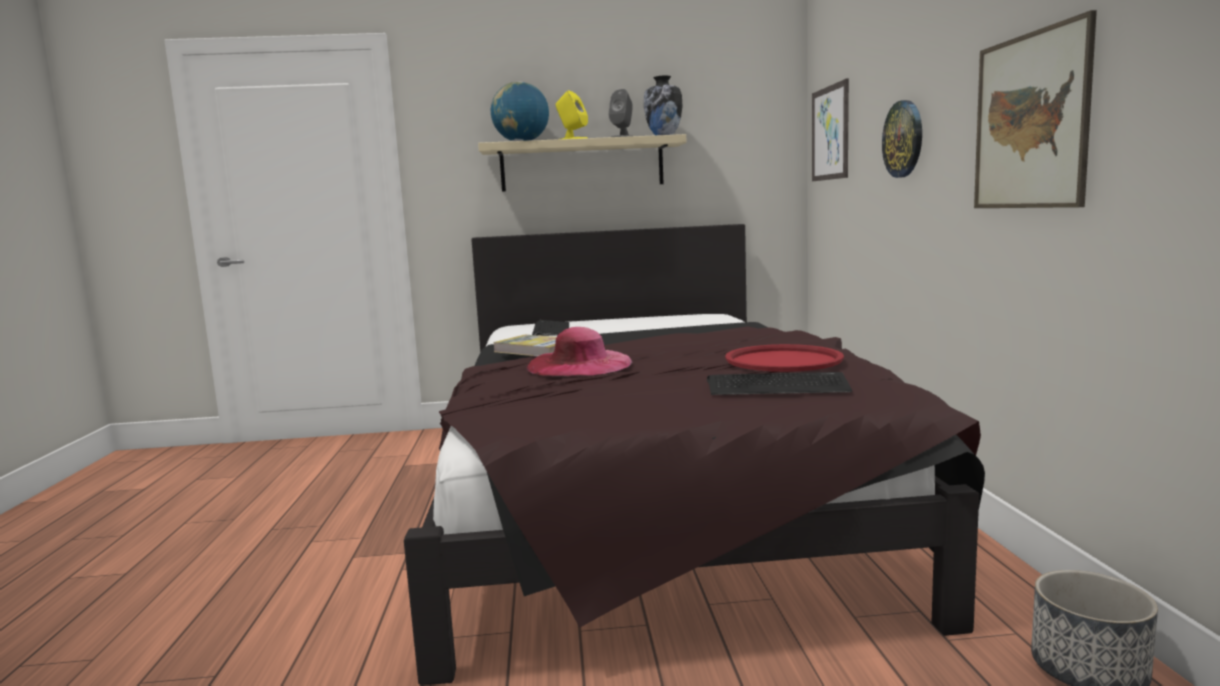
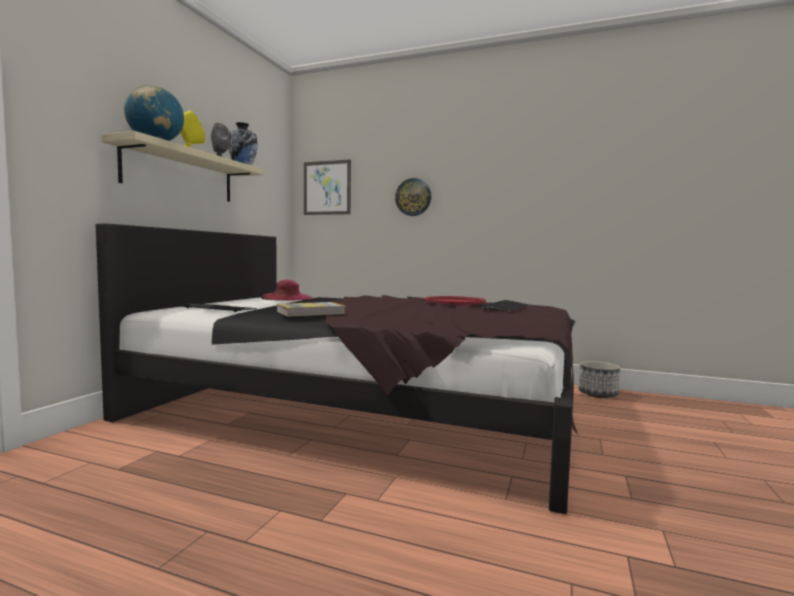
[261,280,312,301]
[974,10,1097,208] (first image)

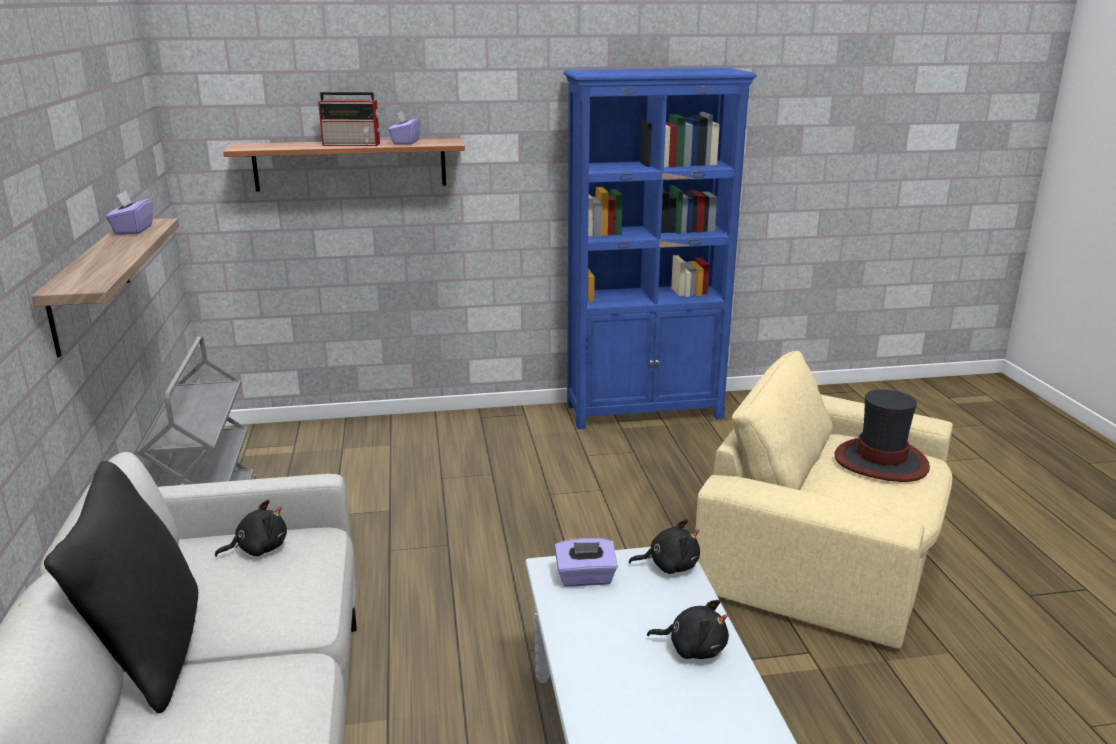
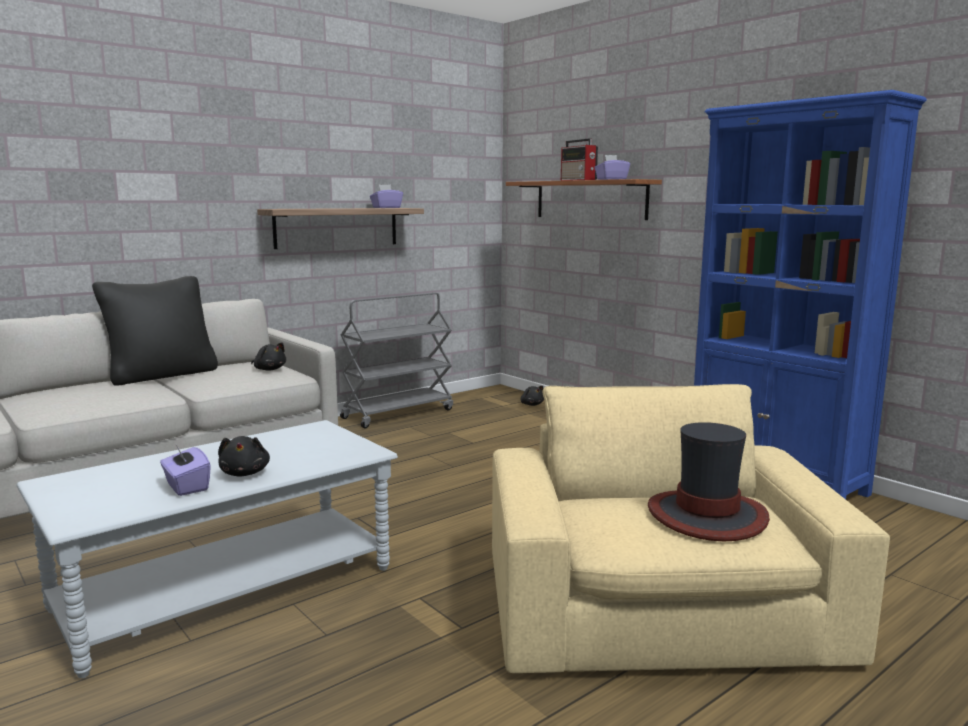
[160,445,211,496]
[521,386,544,406]

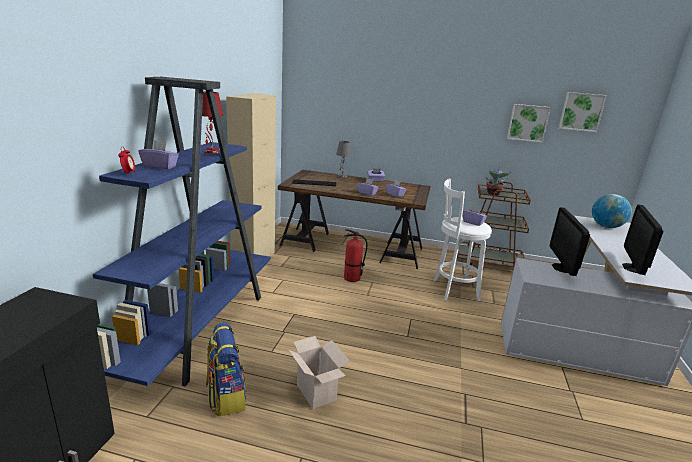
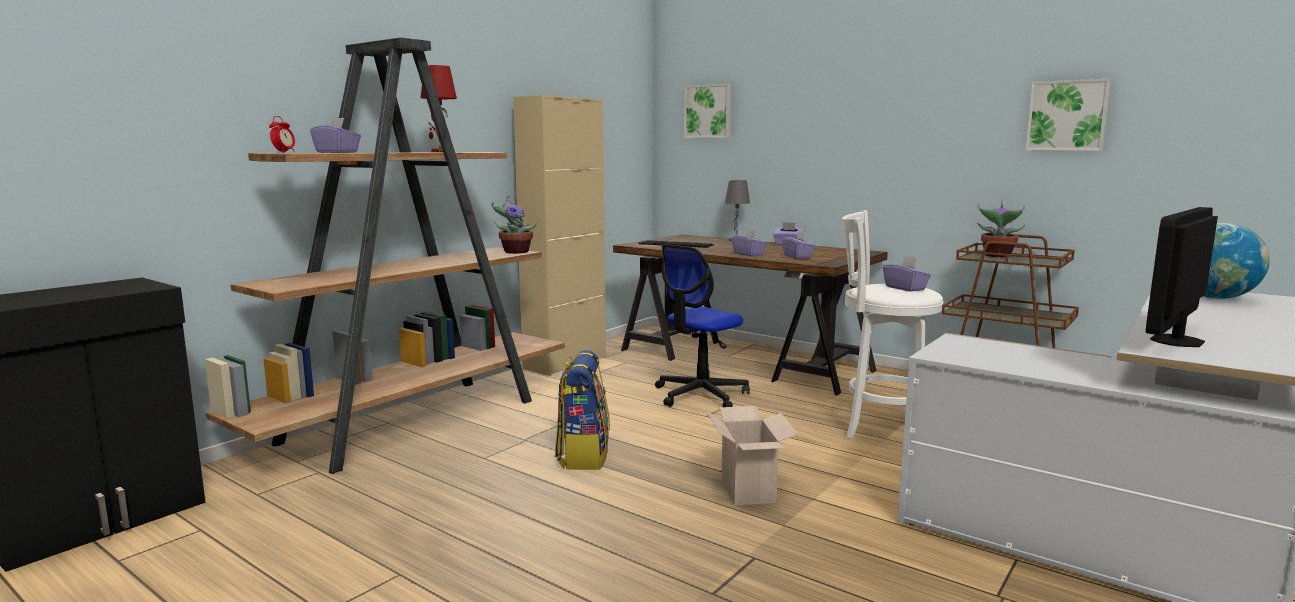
[205,37,565,474]
[555,350,610,470]
[707,406,798,505]
[655,244,750,407]
[550,207,590,276] (first image)
[684,84,731,138]
[492,196,538,254]

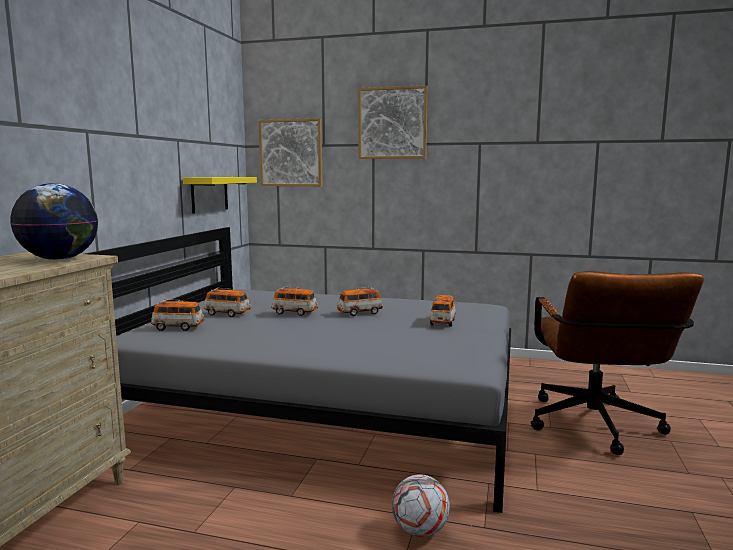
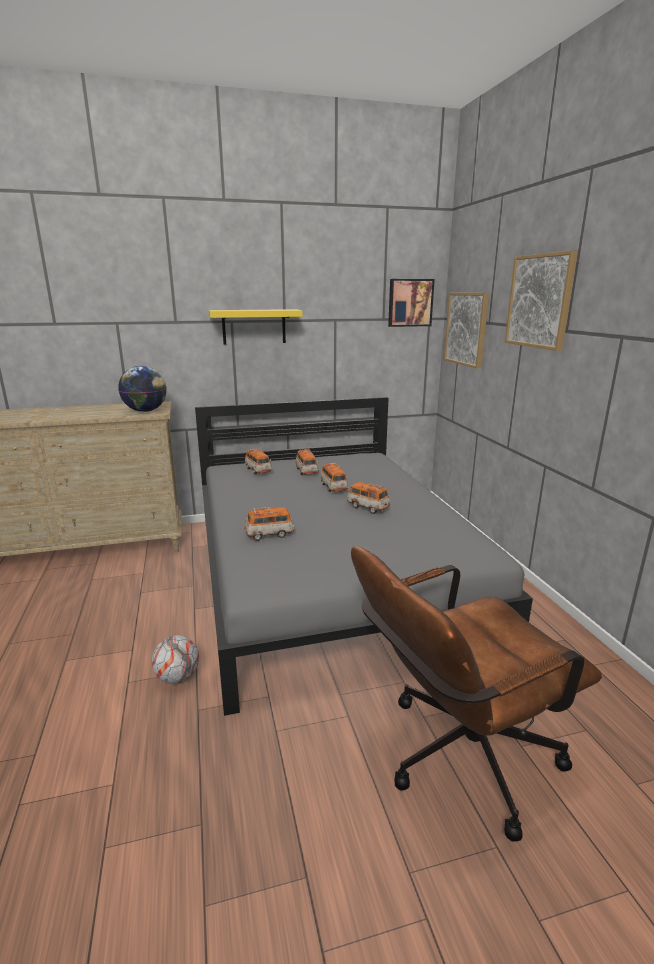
[208,309,303,345]
[244,507,295,541]
[388,279,435,327]

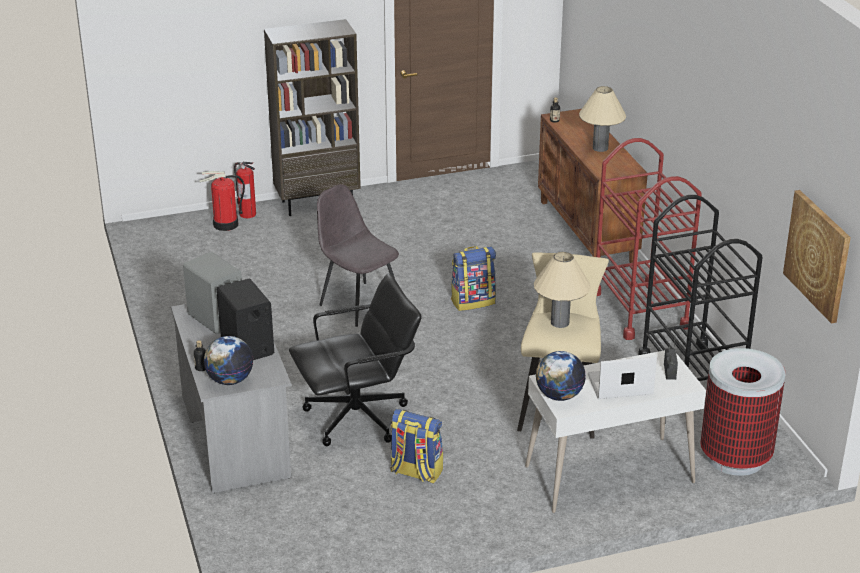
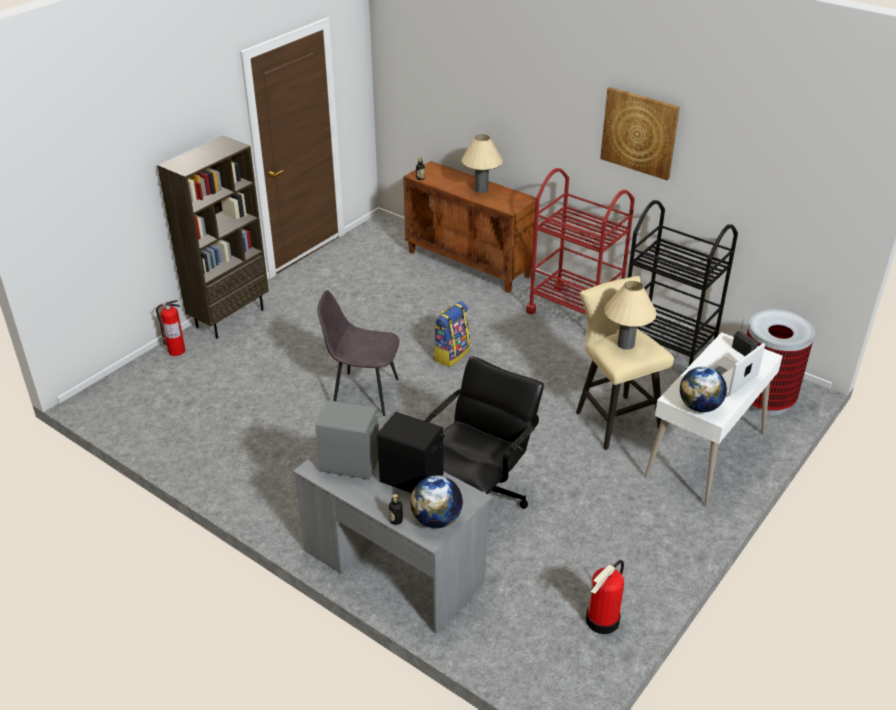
[586,560,624,634]
[390,409,443,483] (first image)
[600,87,680,180]

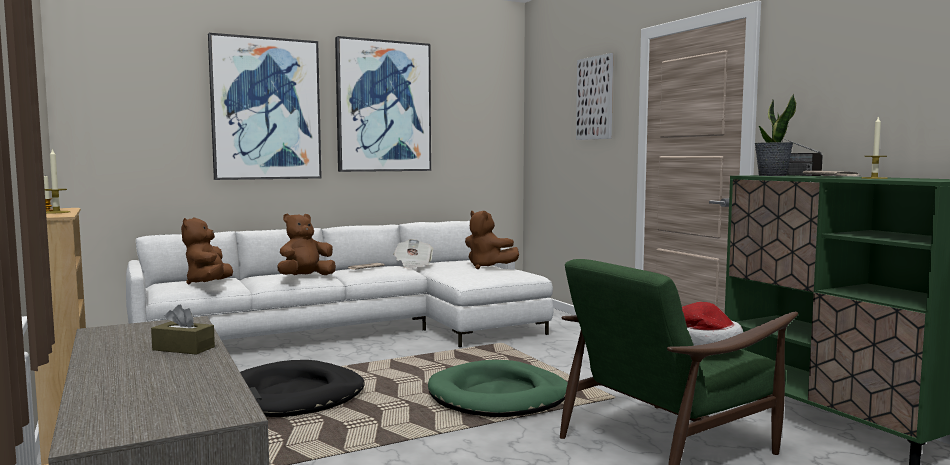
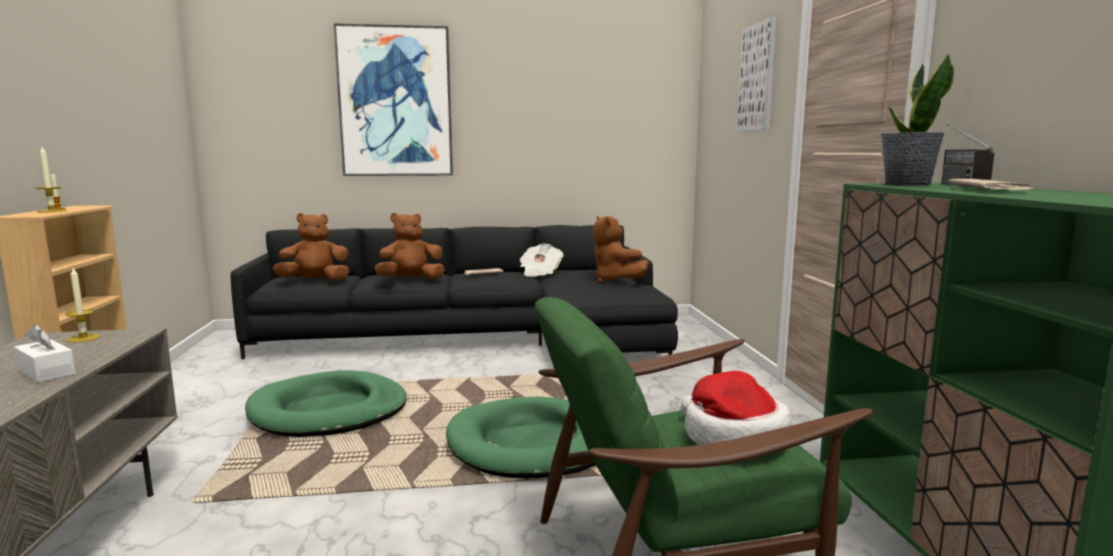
[230,225,678,359]
[14,324,76,383]
[273,213,350,281]
[245,370,407,437]
[335,36,431,172] (first image)
[65,268,100,342]

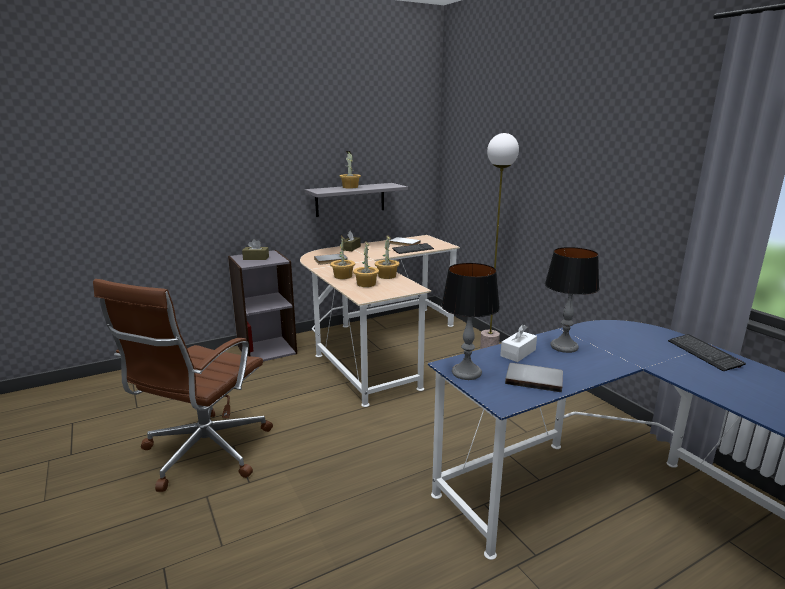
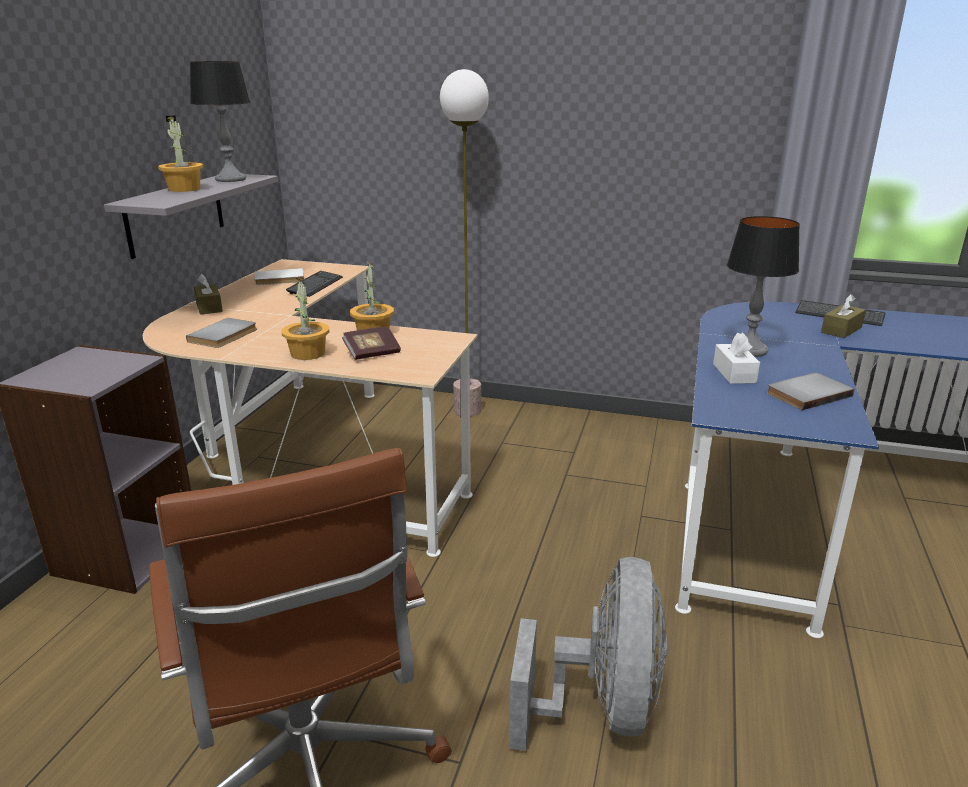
[821,294,866,338]
[342,326,401,360]
[190,61,250,182]
[509,557,667,751]

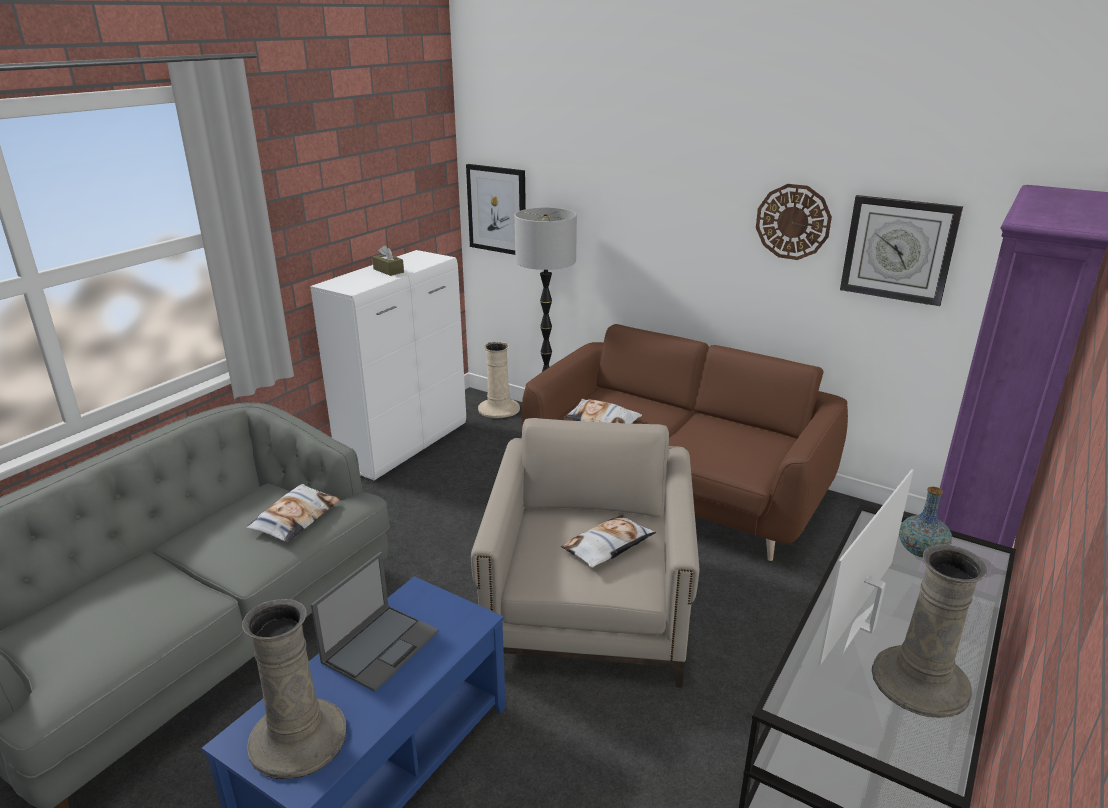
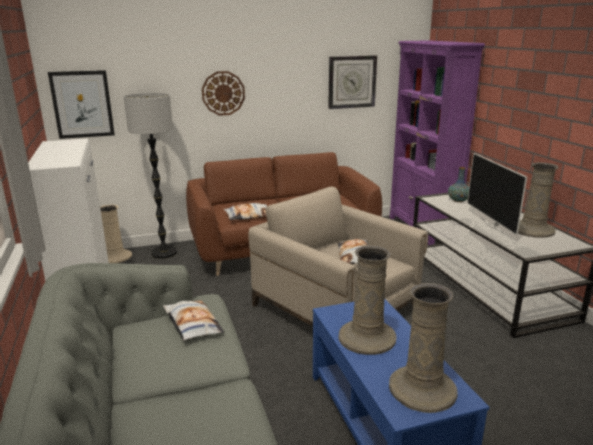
[338,245,396,355]
[372,245,404,276] (first image)
[202,71,245,116]

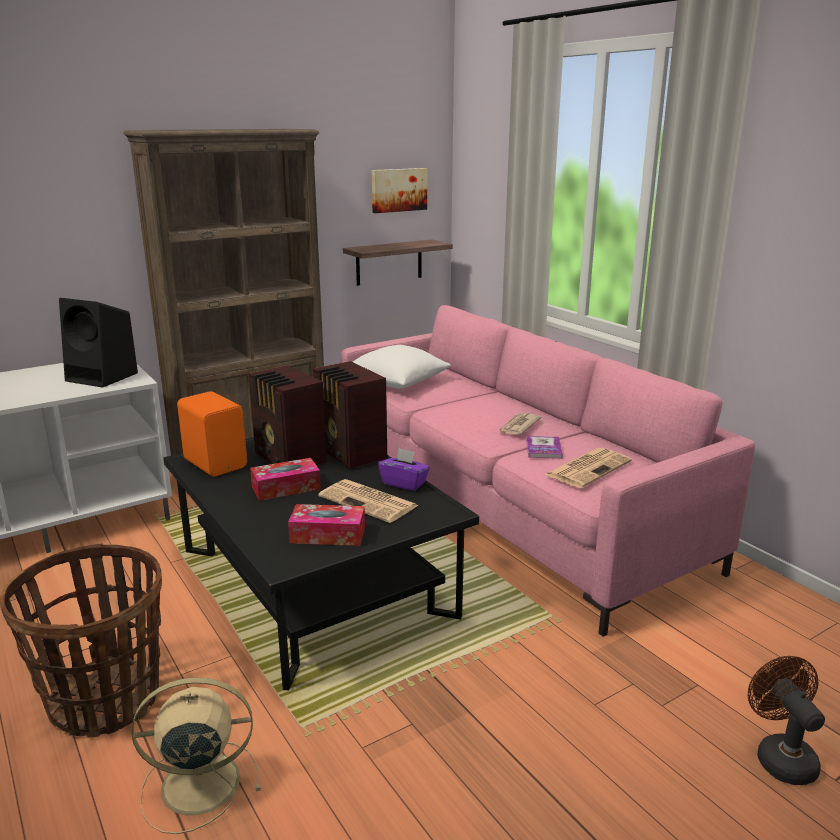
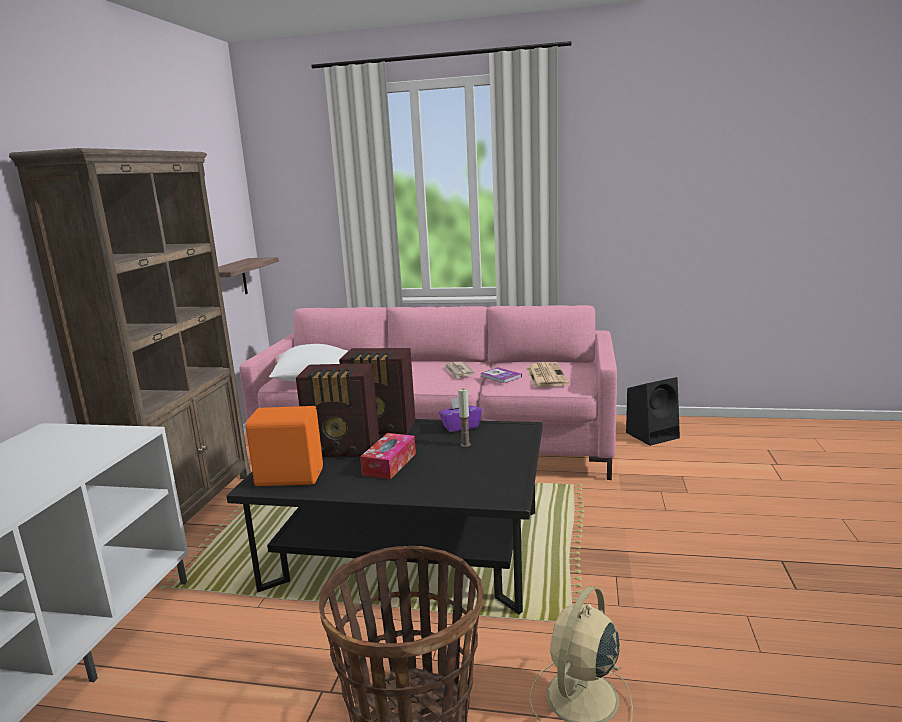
[626,377,680,446]
[288,504,365,546] (first image)
[458,388,471,447]
[372,168,427,213] (first image)
[748,656,825,785] (first image)

